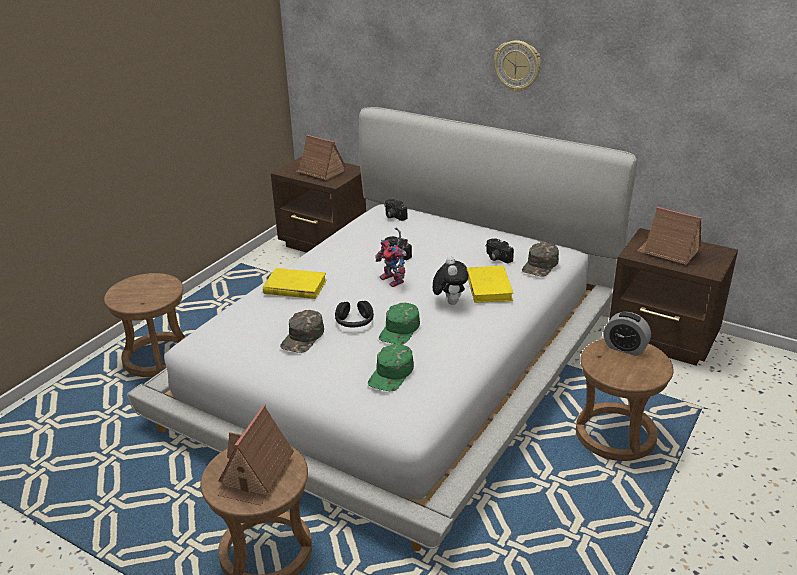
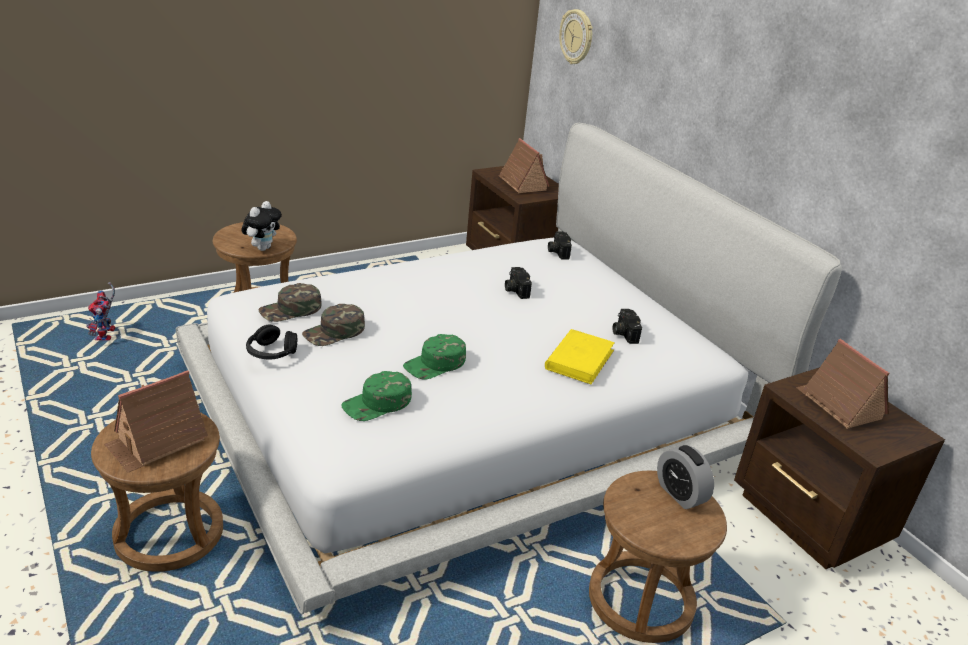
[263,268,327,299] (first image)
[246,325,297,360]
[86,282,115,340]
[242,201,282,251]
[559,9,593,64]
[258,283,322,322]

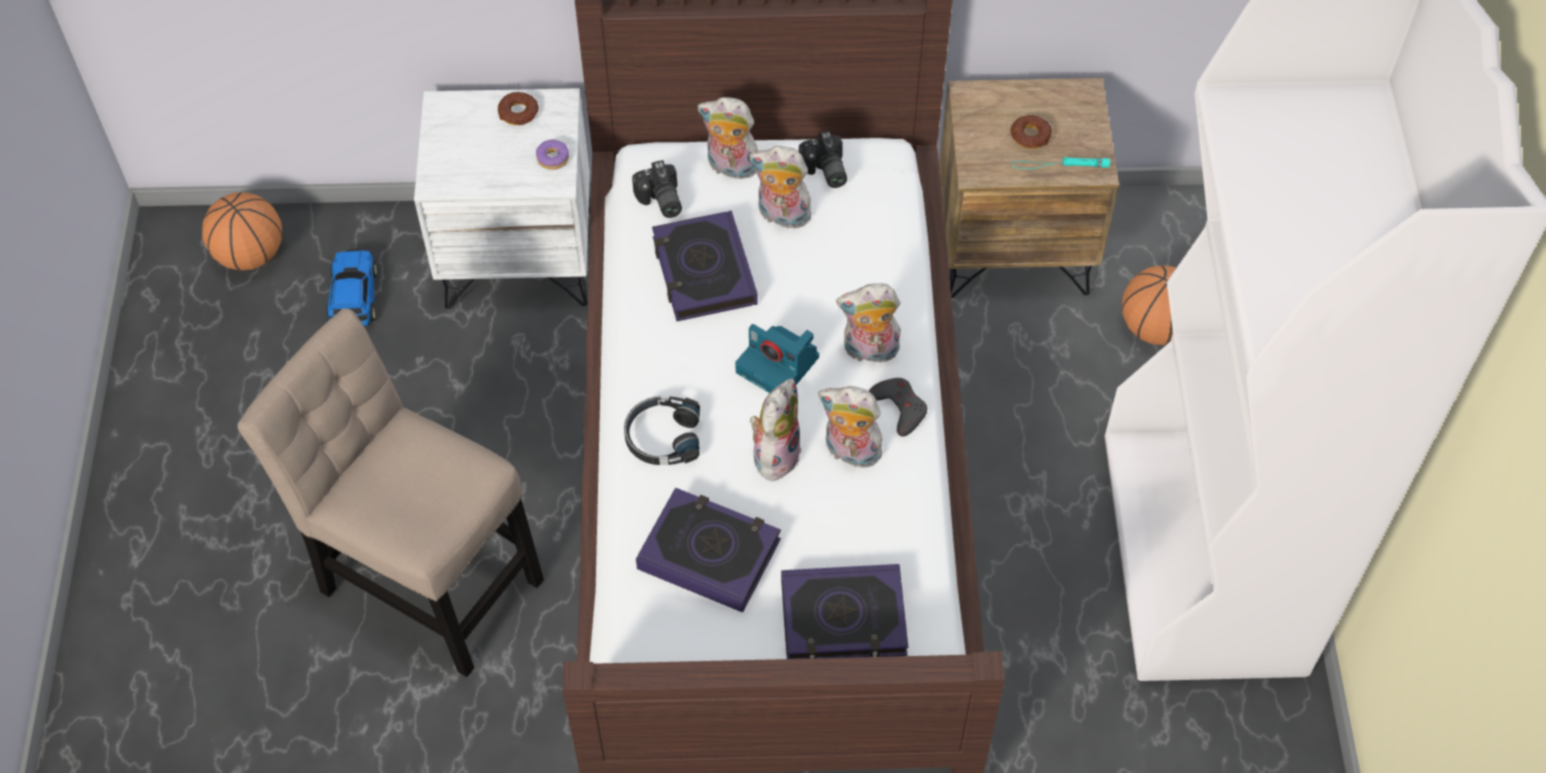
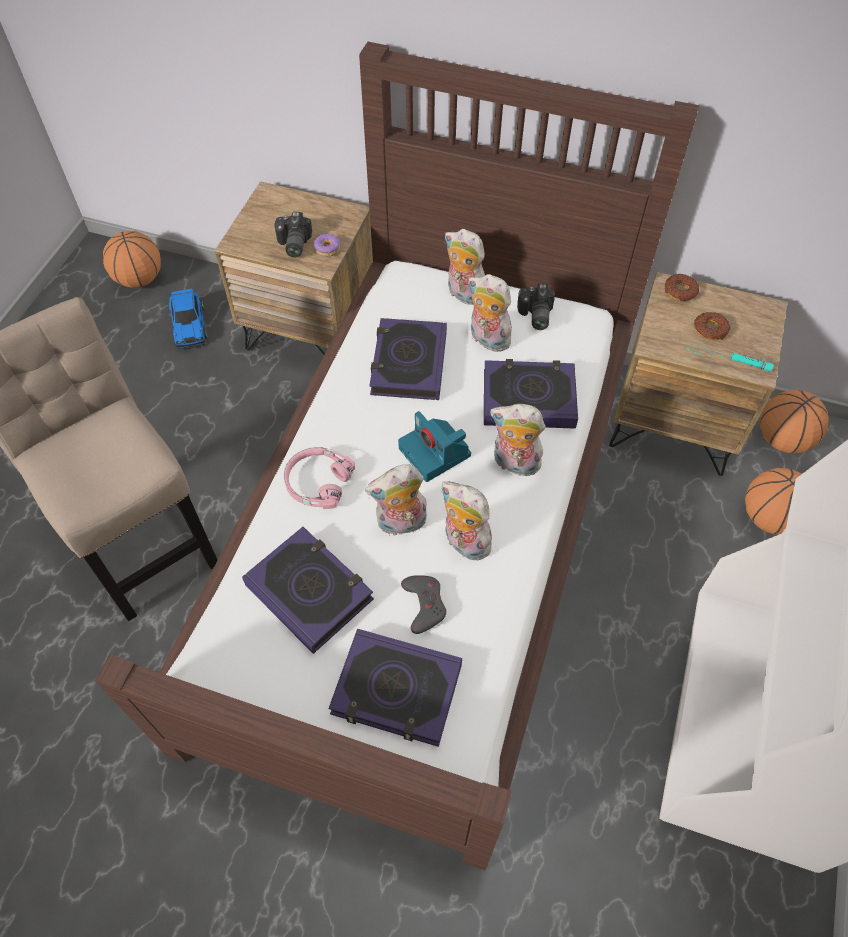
[168,289,207,349]
[215,182,373,355]
[665,274,699,301]
[284,447,355,509]
[274,212,312,258]
[365,464,427,535]
[401,575,446,634]
[484,359,578,429]
[760,390,829,453]

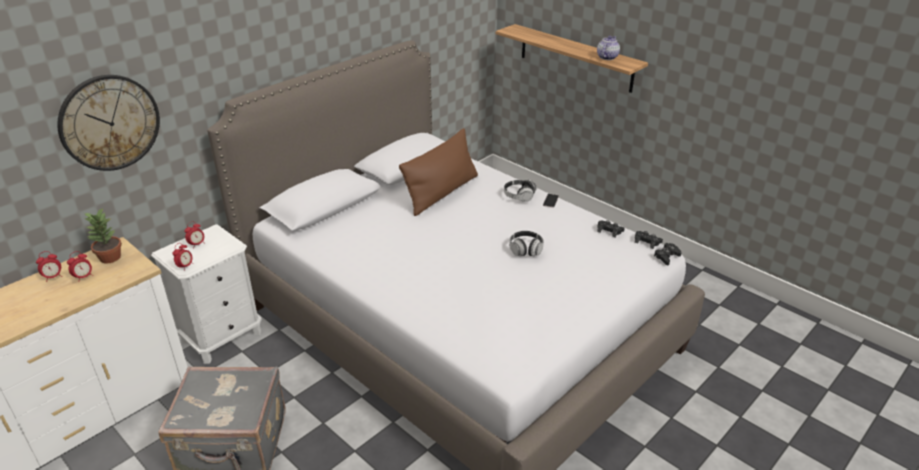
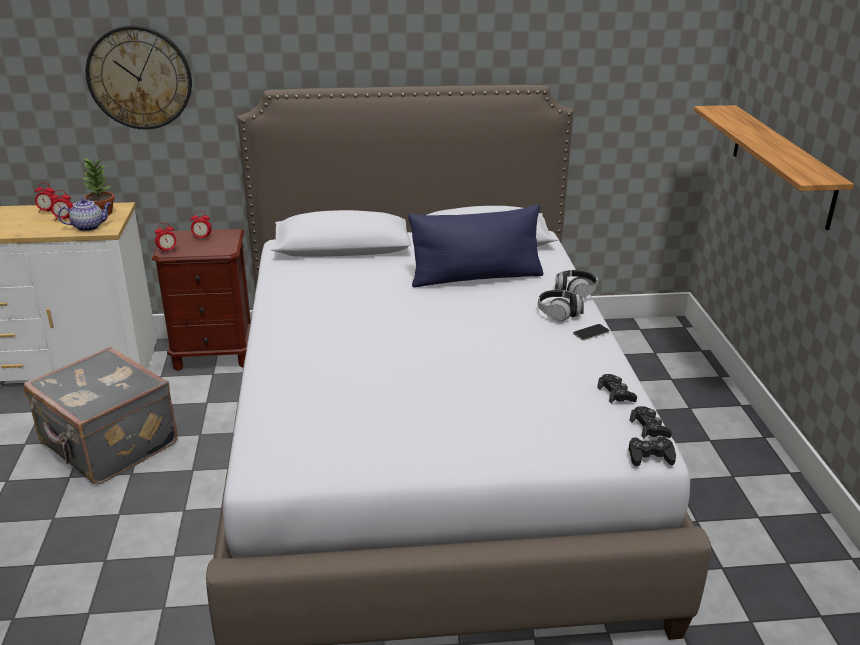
[152,229,251,371]
[408,205,543,287]
[555,270,598,298]
[58,198,111,231]

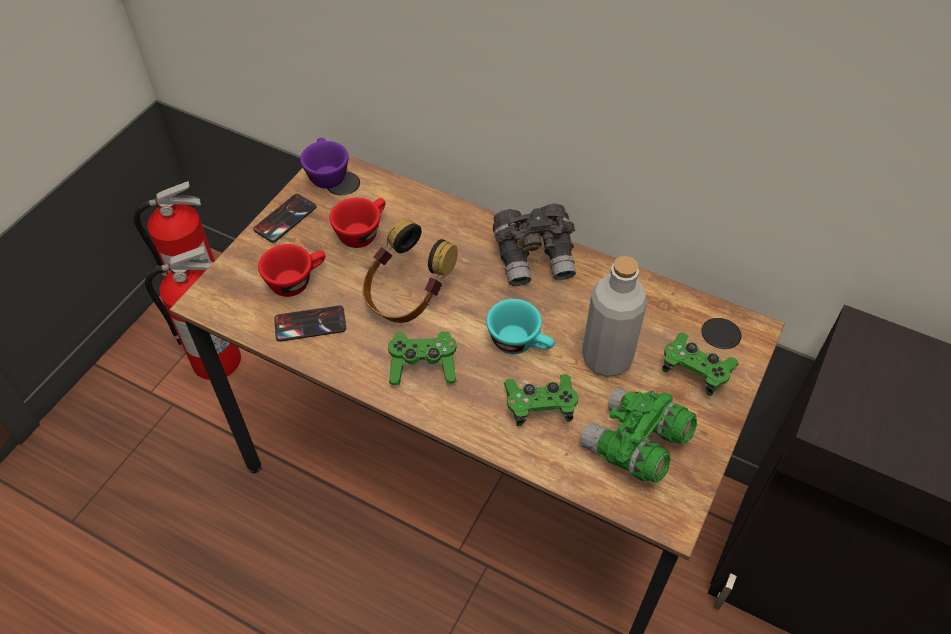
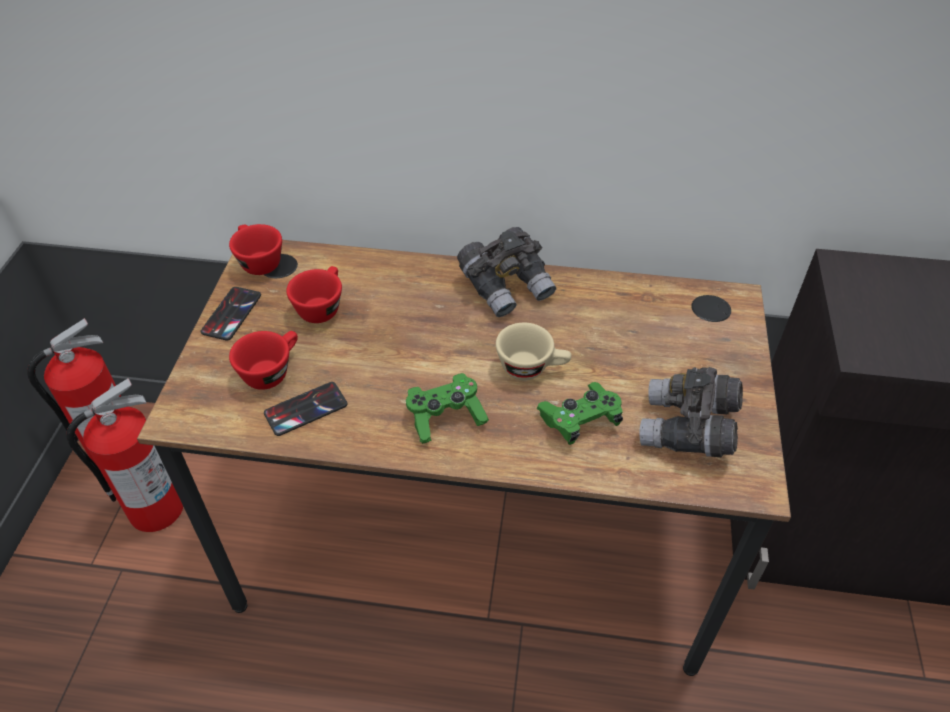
[229,224,282,275]
[362,218,458,323] (first image)
[496,323,572,380]
[639,367,743,457]
[582,256,648,377] (first image)
[662,332,739,396] (first image)

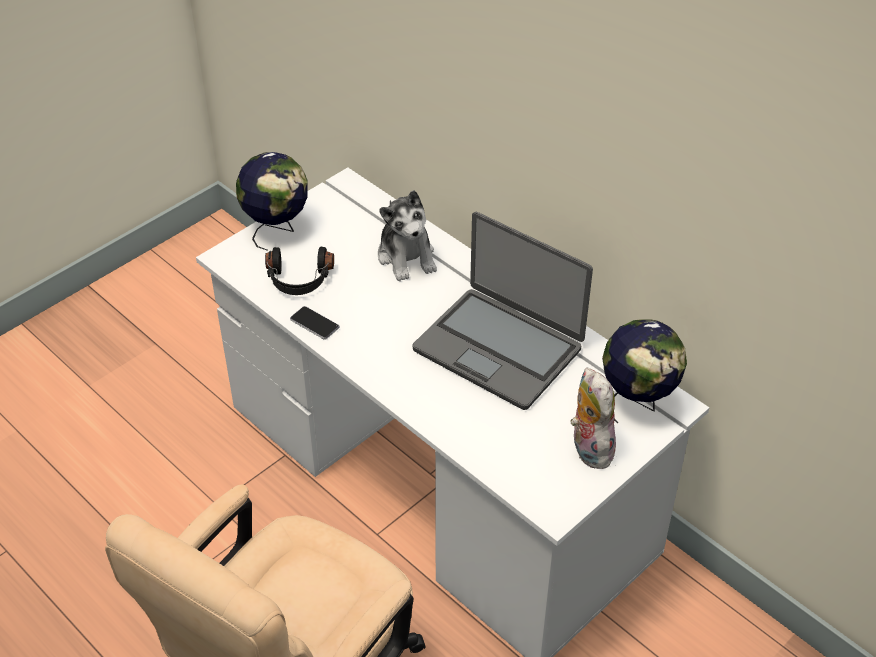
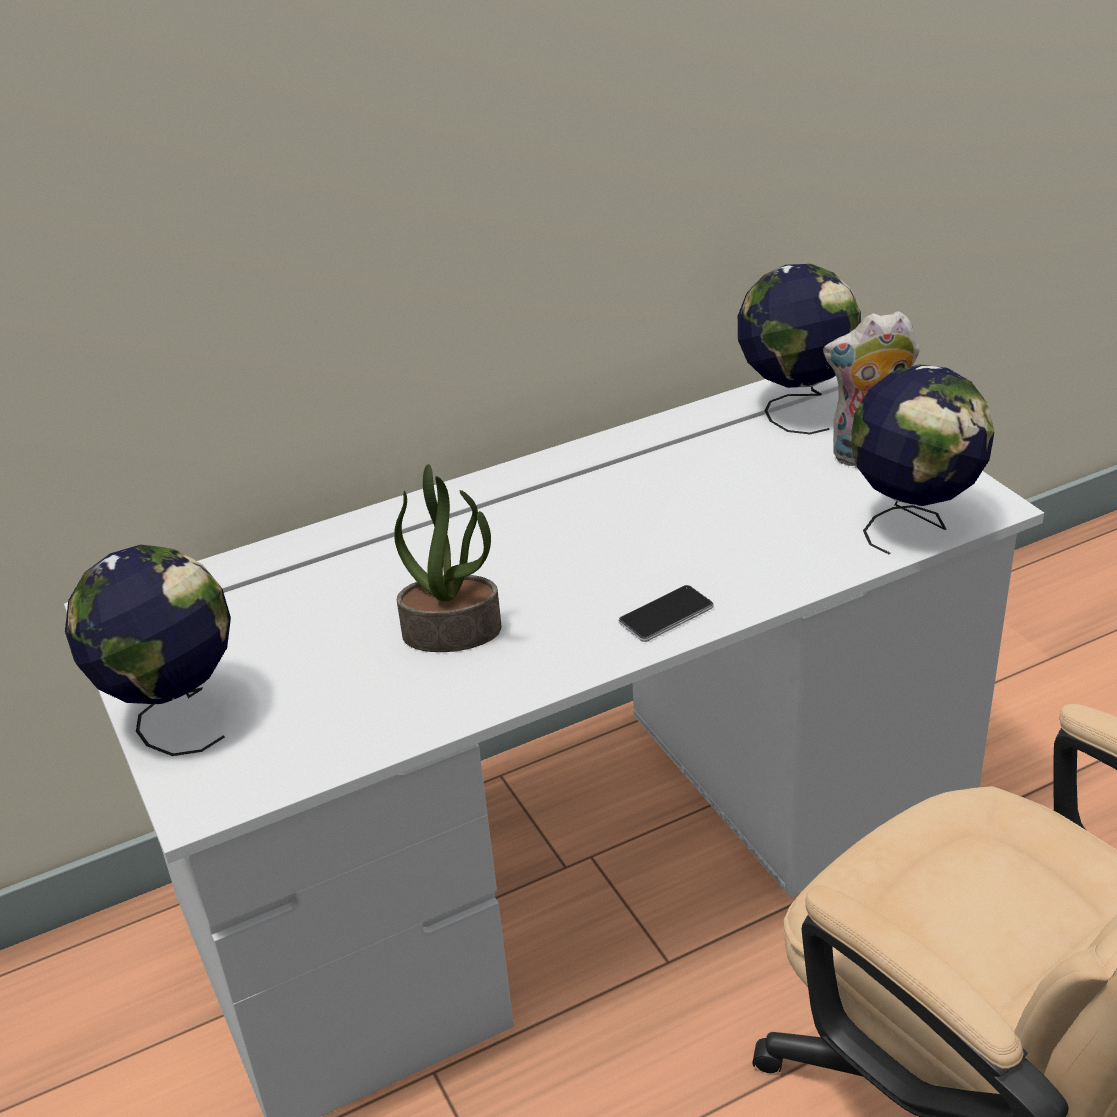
[265,247,334,295] (first image)
[619,585,713,642]
[378,190,437,281] (first image)
[413,212,593,410] (first image)
[394,464,502,652]
[850,364,994,555]

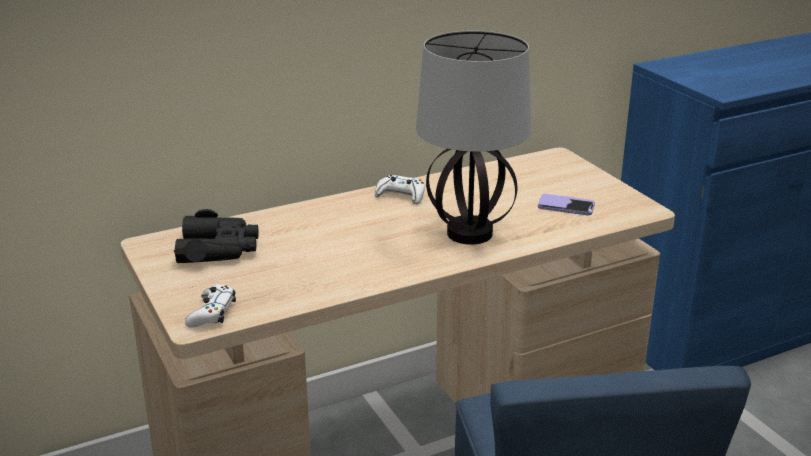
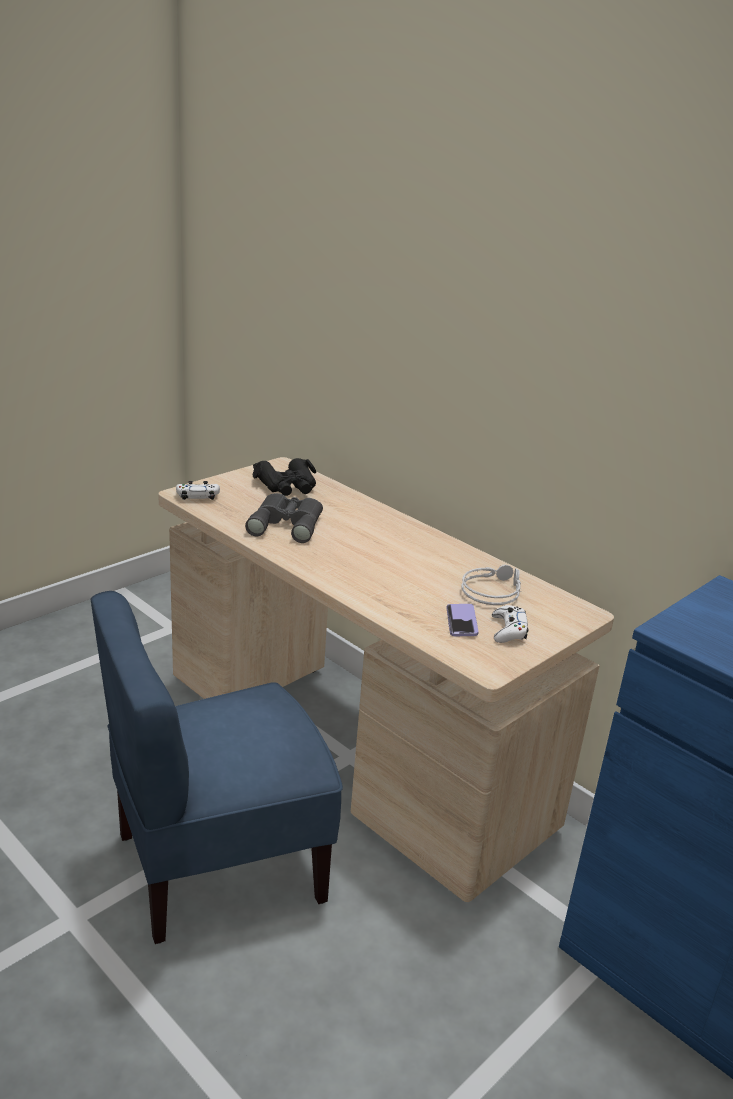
[492,605,528,643]
[416,30,531,245] (first image)
[245,493,323,543]
[461,564,521,605]

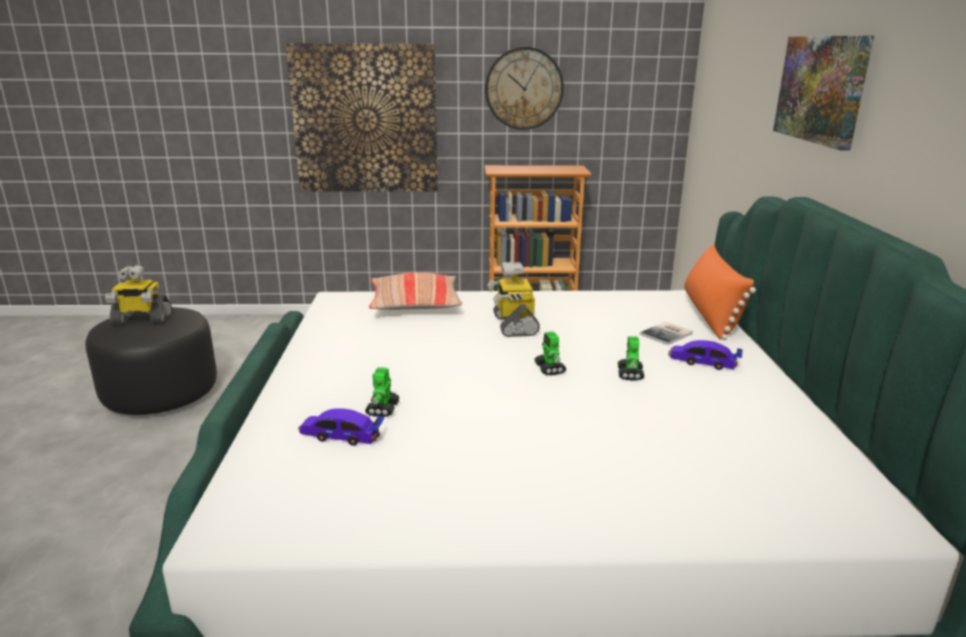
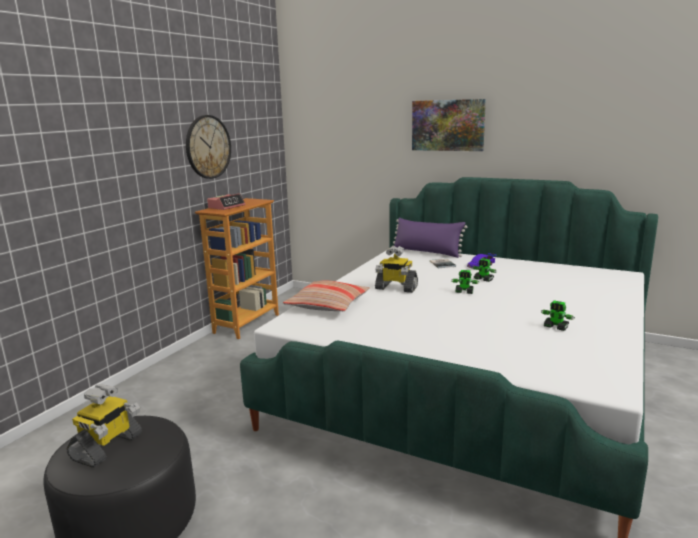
[286,43,438,191] (first image)
[298,408,384,446] (first image)
[541,301,575,331]
[392,217,468,258]
[207,193,245,210]

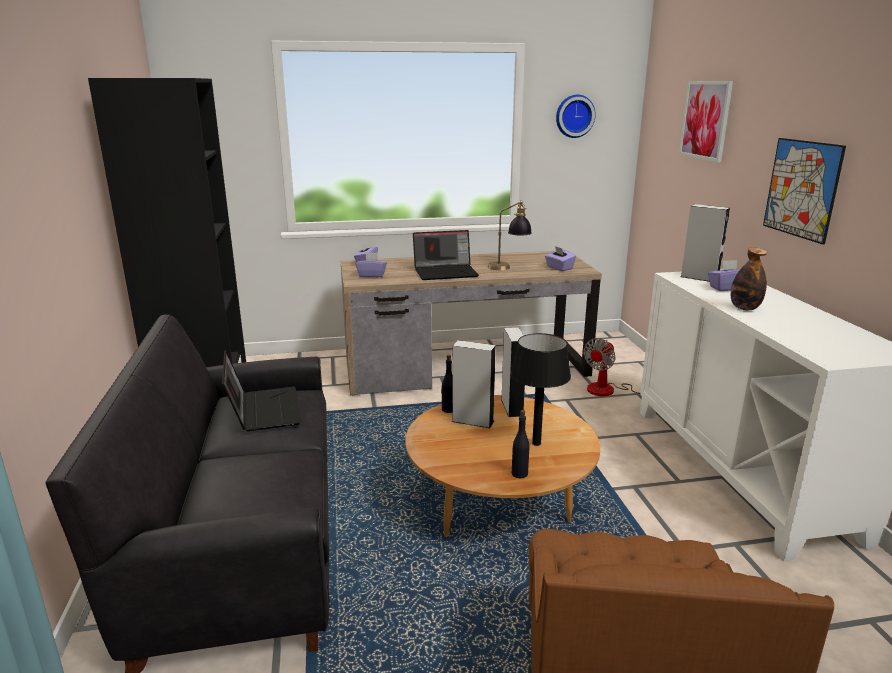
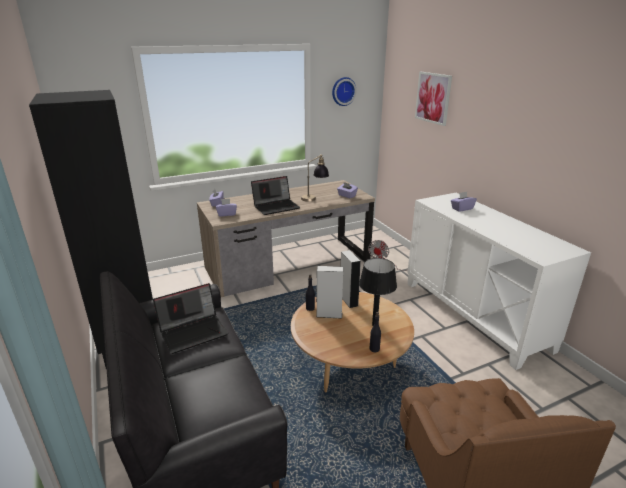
[153,283,228,354]
[681,204,730,282] (first image)
[731,247,767,310] (first image)
[763,138,846,245] (first image)

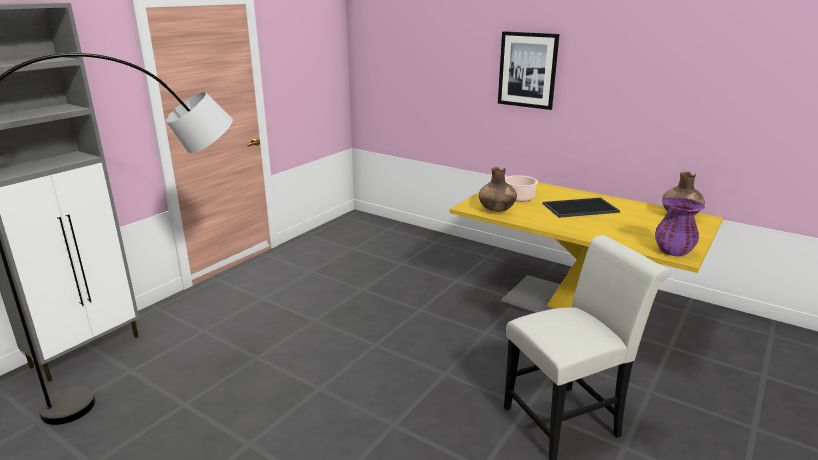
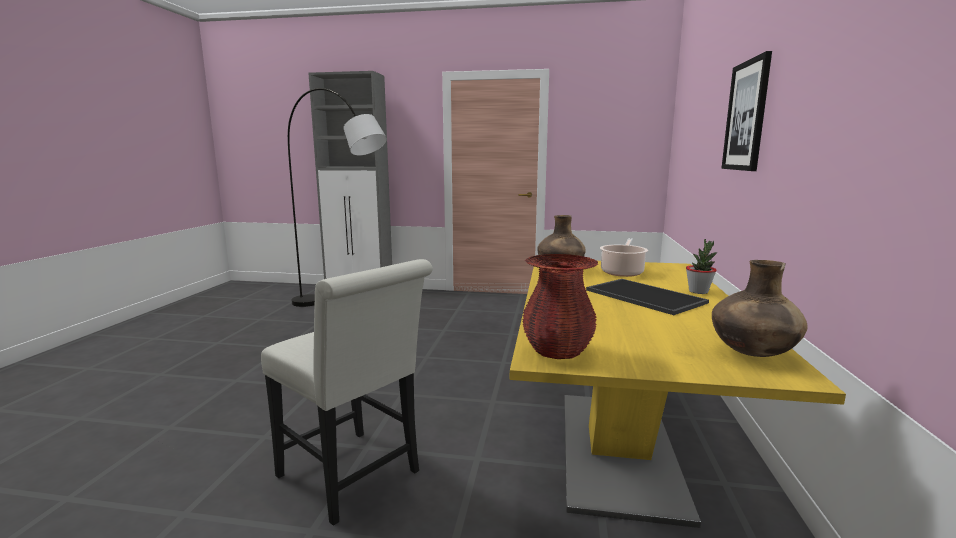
[522,254,598,359]
[686,239,718,294]

